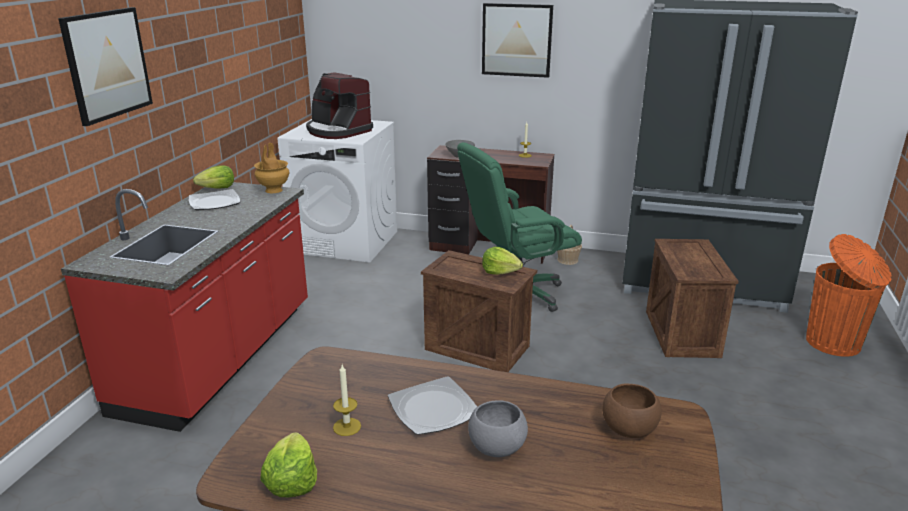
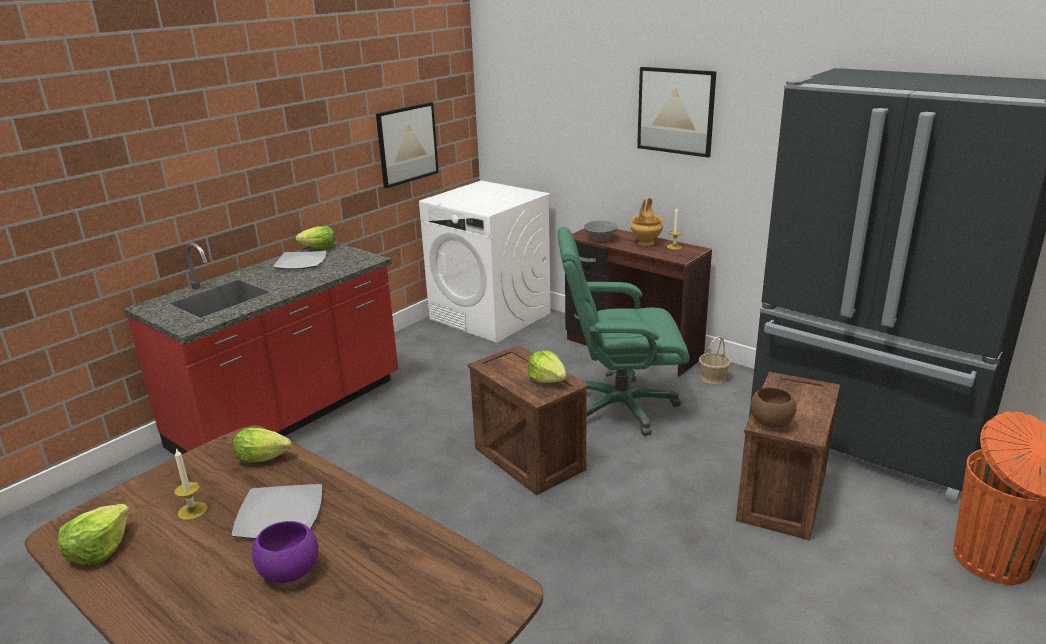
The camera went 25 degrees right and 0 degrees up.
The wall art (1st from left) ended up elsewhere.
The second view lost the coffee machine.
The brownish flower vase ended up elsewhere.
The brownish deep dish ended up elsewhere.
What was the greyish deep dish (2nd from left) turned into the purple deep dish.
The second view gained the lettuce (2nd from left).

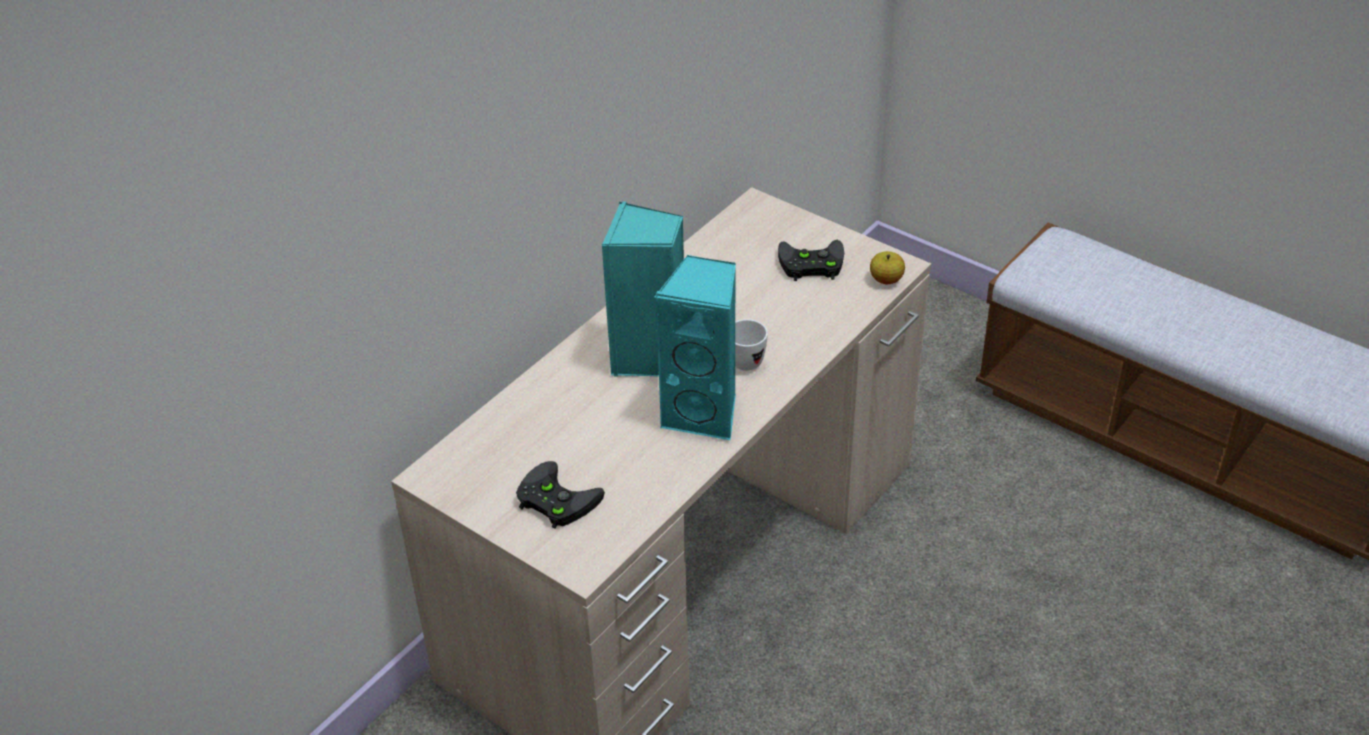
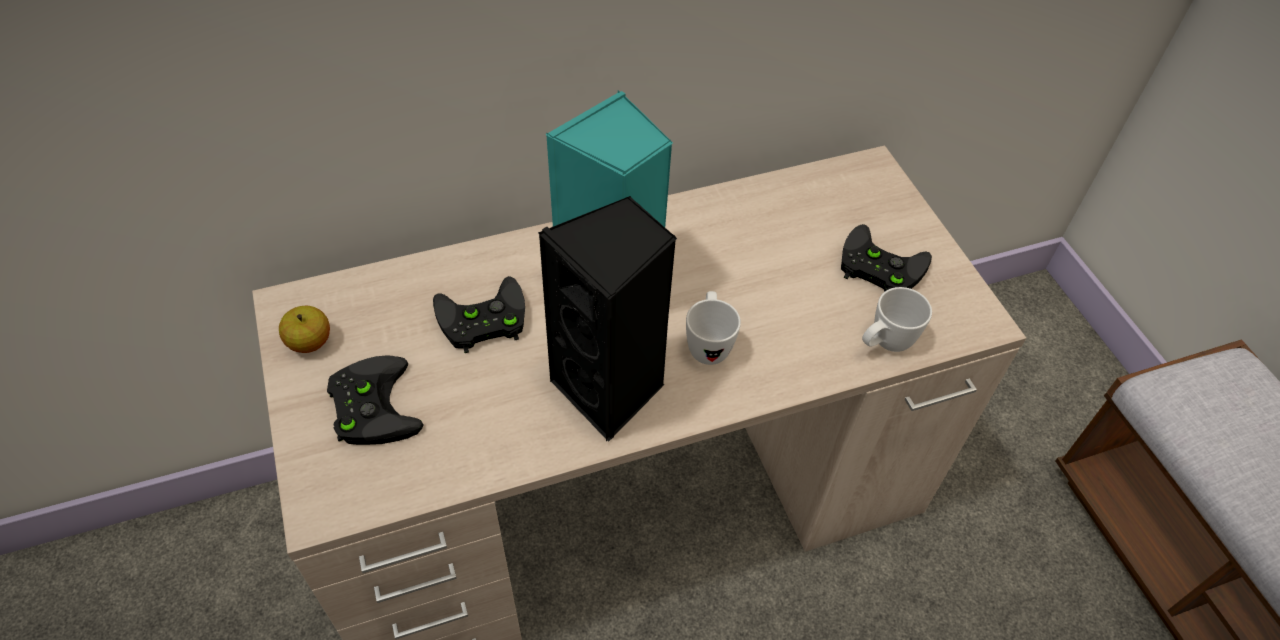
The camera went 30 degrees right and 10 degrees up.
The apple fruit ended up elsewhere.
What was the turquoise-coloured loudspeaker (2nd from left) turned into the blackish loudspeaker.
The second view gained the blackish gamepad (2nd from left).
The second view gained the whitish coffee mug (2nd from left).

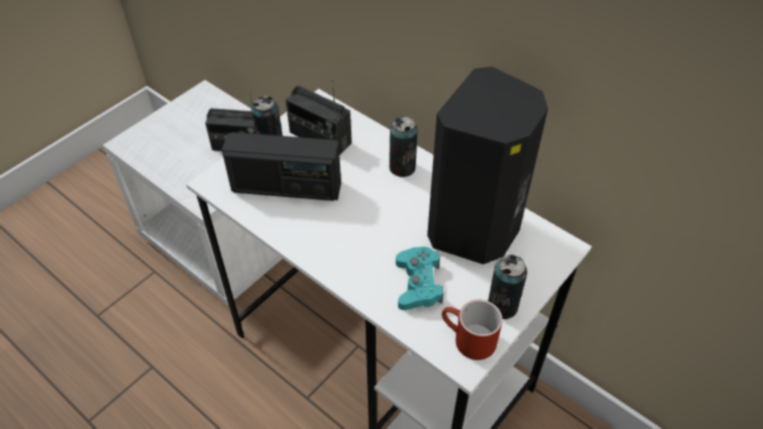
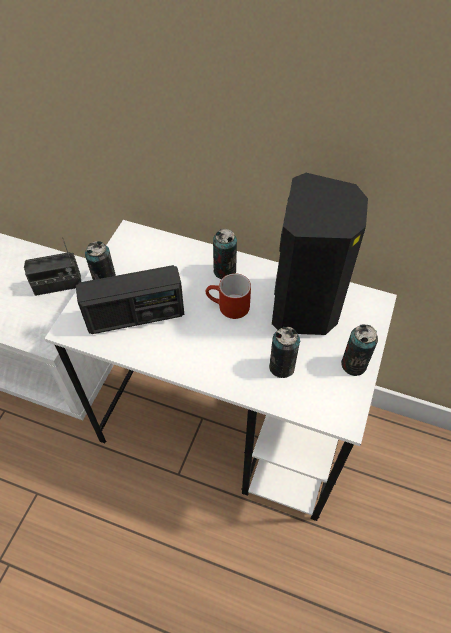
The camera went 20 degrees left and 5 degrees up.
The second view lost the radio (3rd from left).
Where the turquoise-coloured gamepad stood, the can (3rd from left) came to stand.
The red-coloured coffee mug ended up elsewhere.

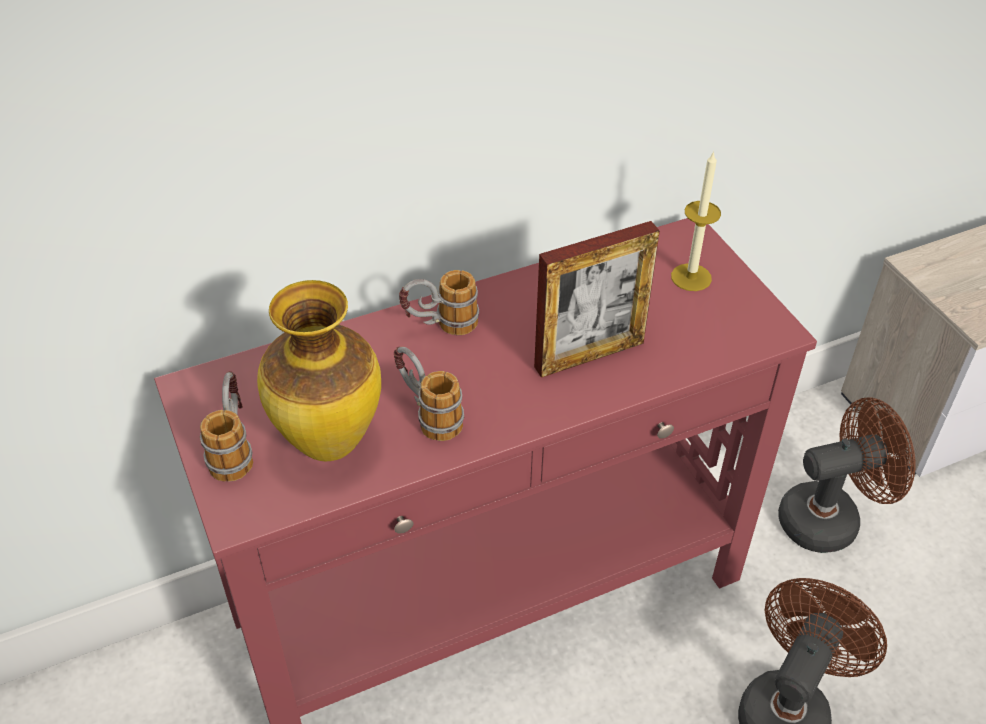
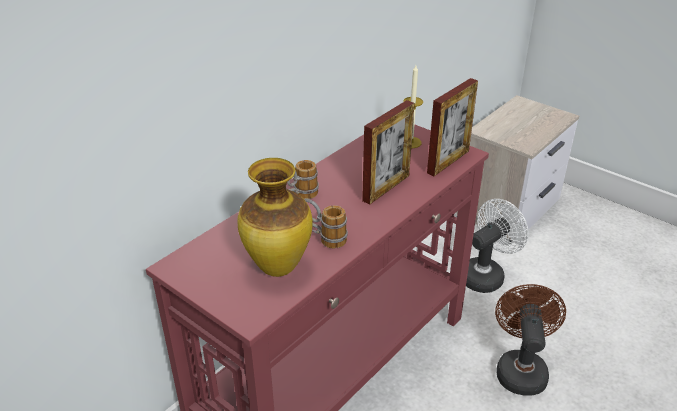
The camera went 25 degrees left and 10 degrees down.
The second view lost the coffee mug (1st from left).
What was the brownish fan (2nd from left) turned into the whitish fan.
The second view gained the picture frame (2nd from left).

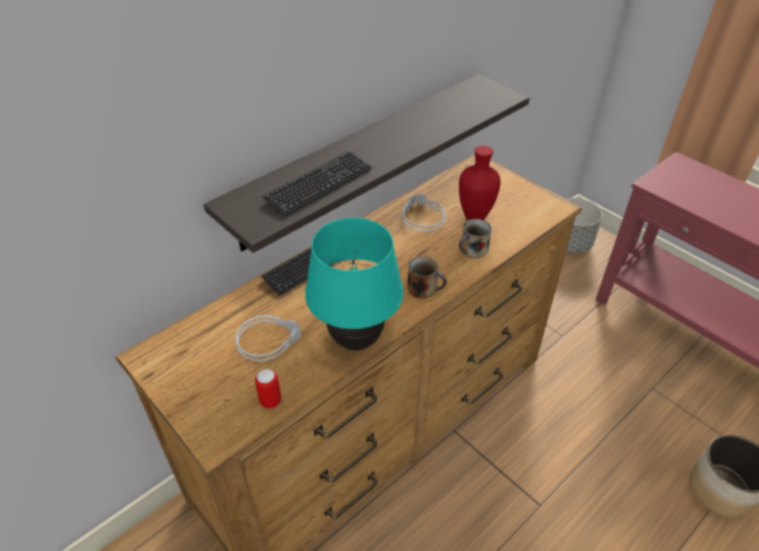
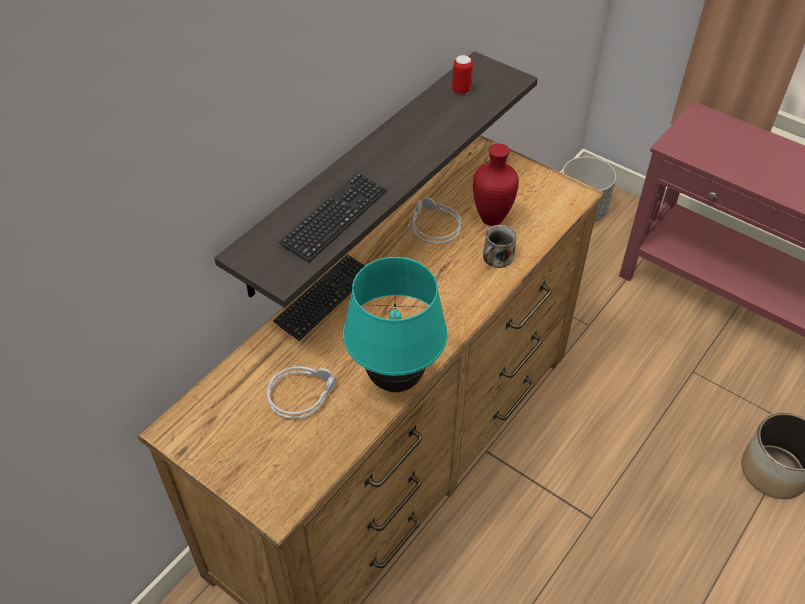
The camera went 10 degrees left and 5 degrees up.
The second view lost the coffee mug (1st from left).
The can ended up elsewhere.

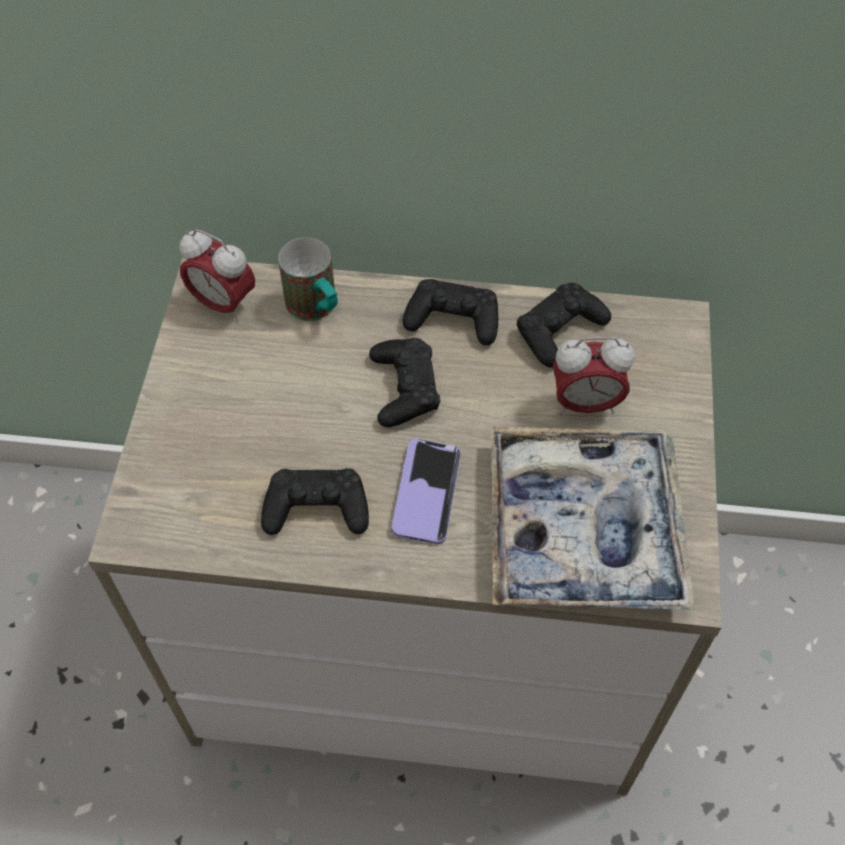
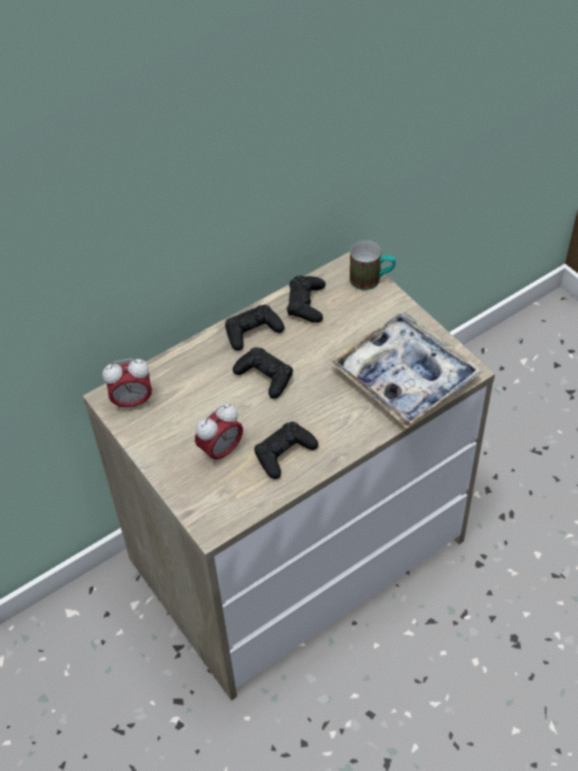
The camera went 40 degrees left and 5 degrees down.
The coffee mug ended up elsewhere.
The alarm clock (2nd from left) ended up elsewhere.
The second view lost the telephone.

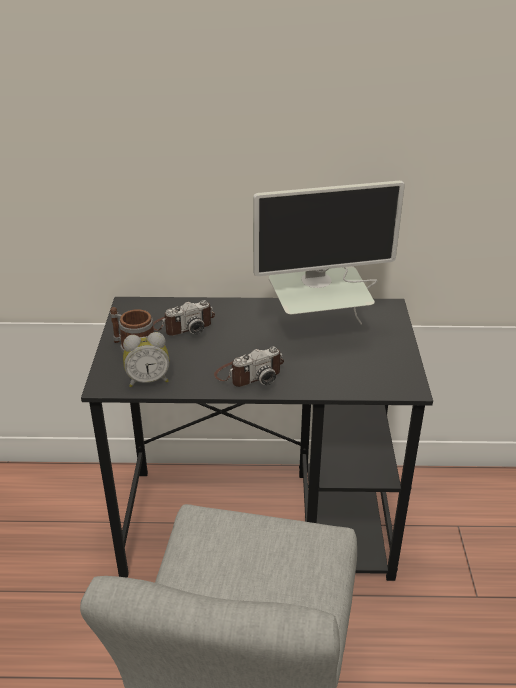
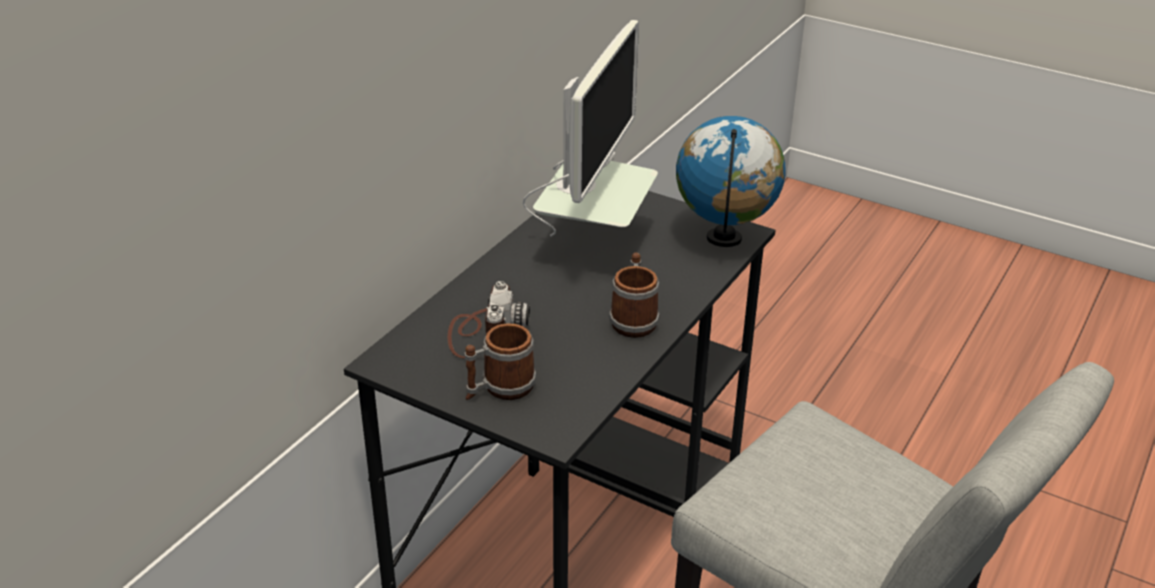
The camera went 60 degrees left and 0 degrees up.
The second view lost the alarm clock.
Where the still camera (2nd from left) stood, the coffee mug (2nd from left) came to stand.
The second view gained the desk globe.

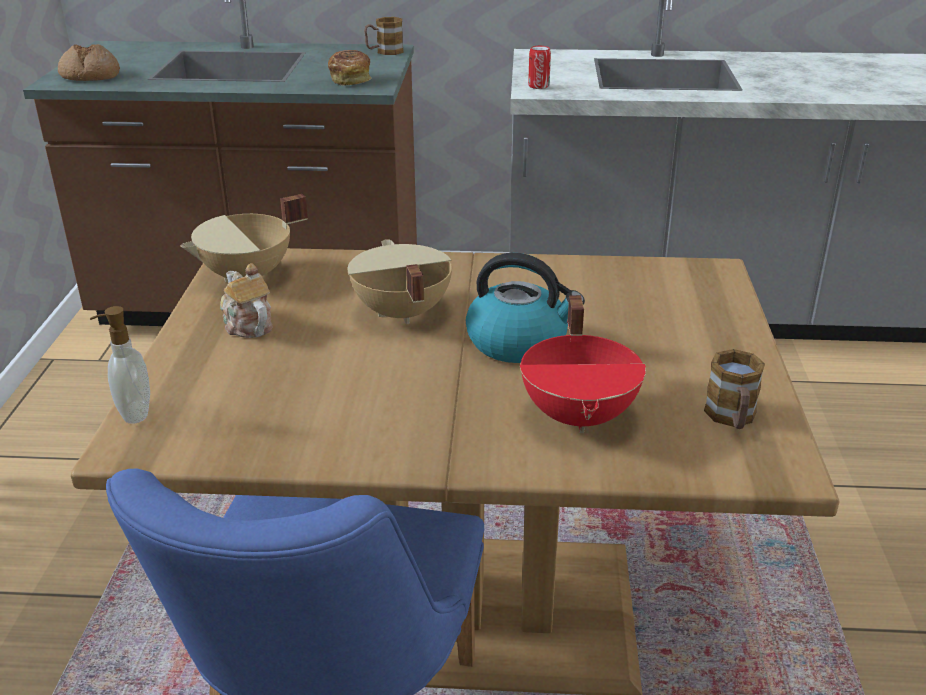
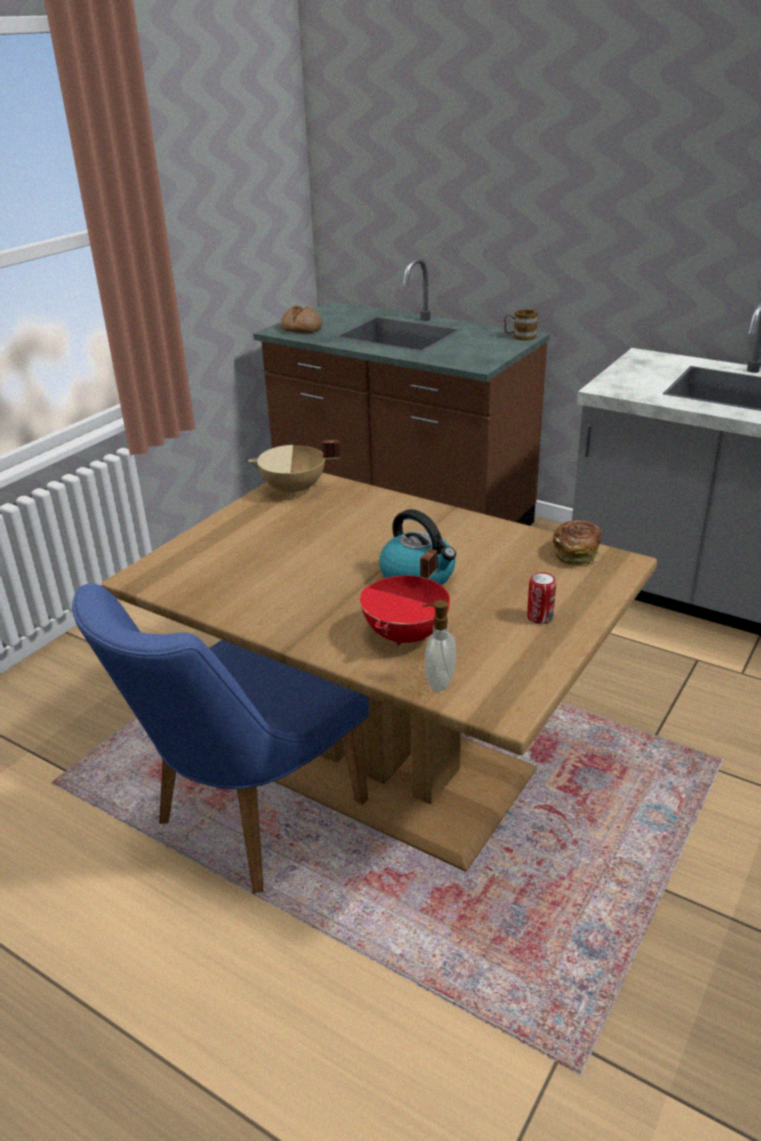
The camera went 30 degrees right and 0 degrees up.
The can ended up elsewhere.
The bread (2nd from left) ended up elsewhere.
The second view lost the beige saucepot (2nd from left).
The second view lost the tea pot.
The soap bottle ended up elsewhere.
The second view lost the coffee mug (2nd from left).

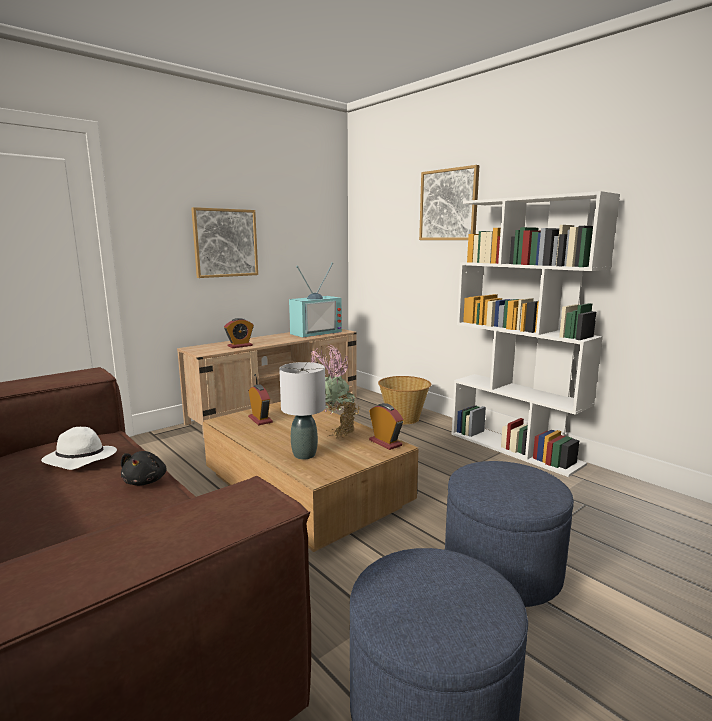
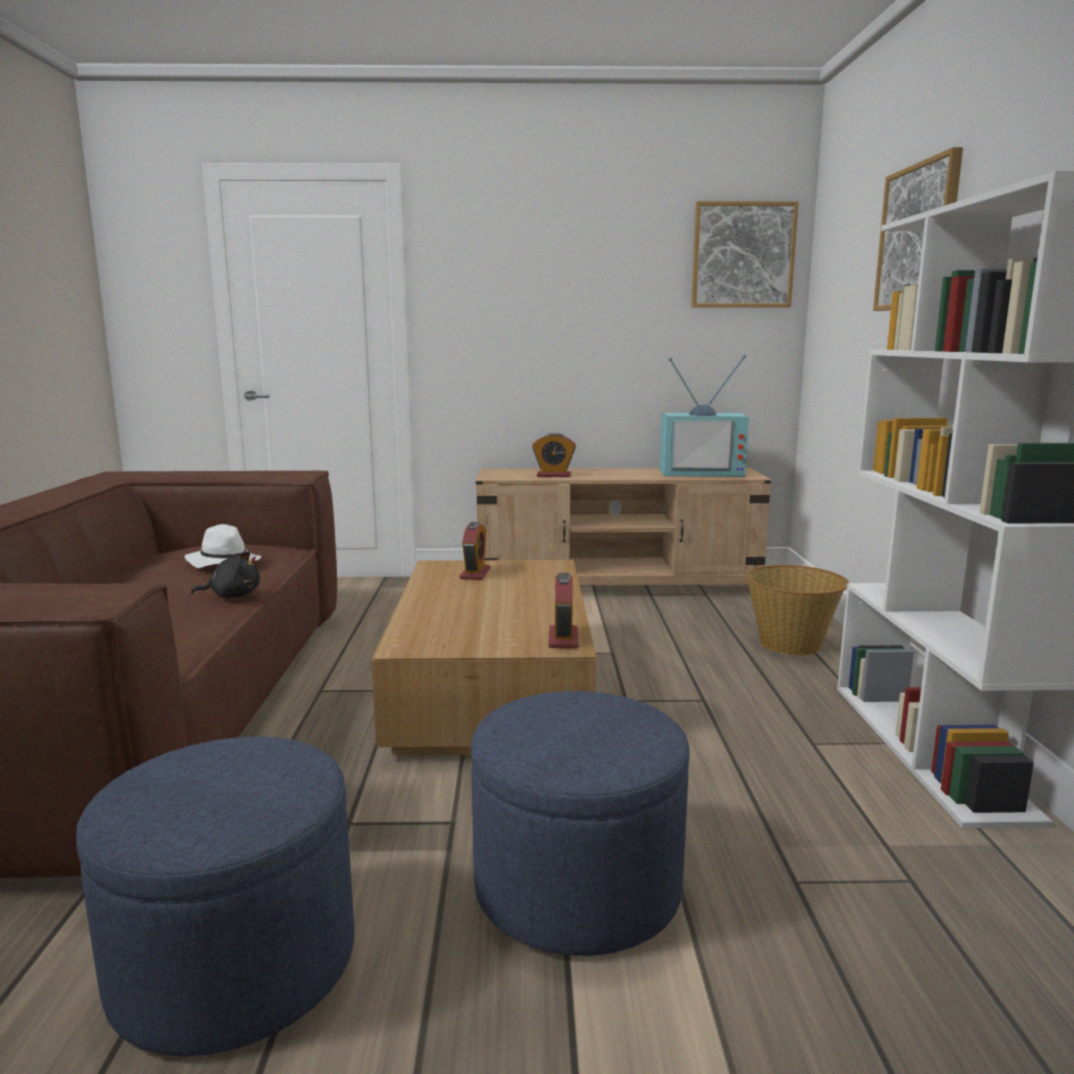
The camera went 40 degrees right and 0 degrees up.
The wall art (1st from left) ended up elsewhere.
The second view lost the houseplant.
The second view lost the greyish table lamp.
The blackish plush toy ended up facing another way, 135 degrees counterclockwise from before.

